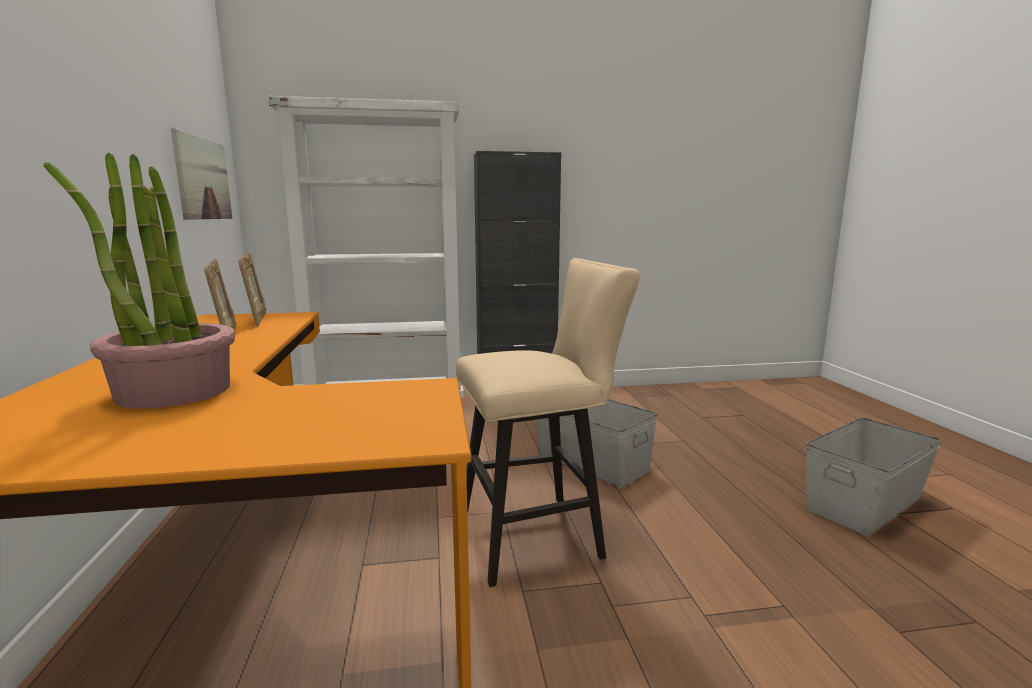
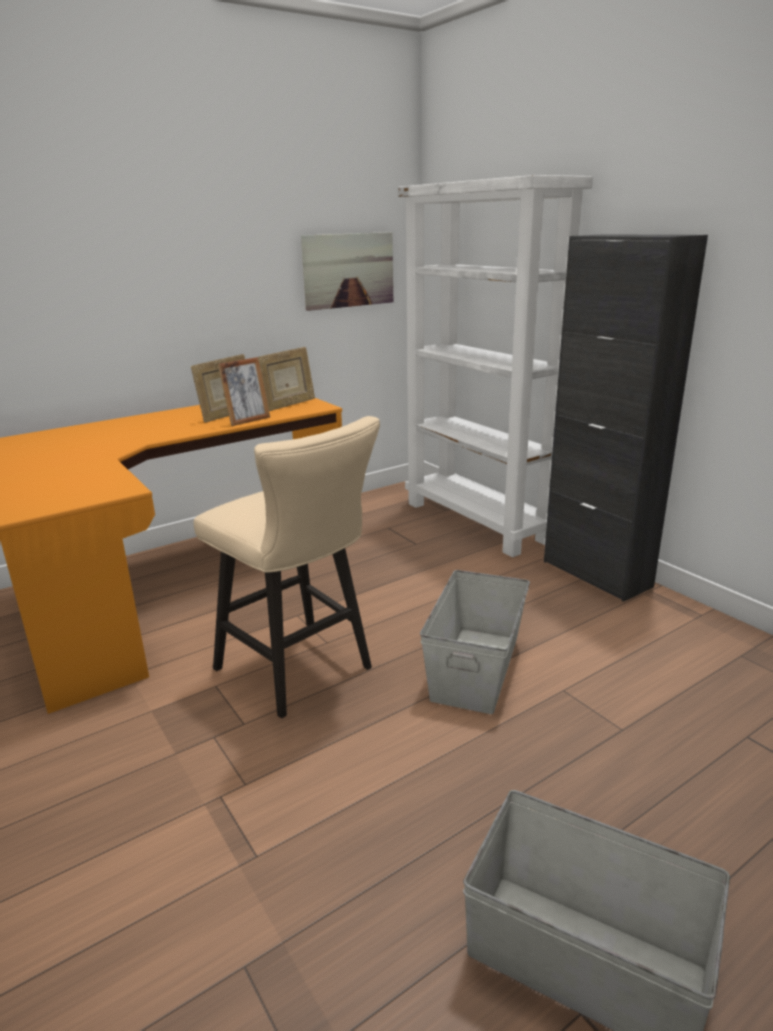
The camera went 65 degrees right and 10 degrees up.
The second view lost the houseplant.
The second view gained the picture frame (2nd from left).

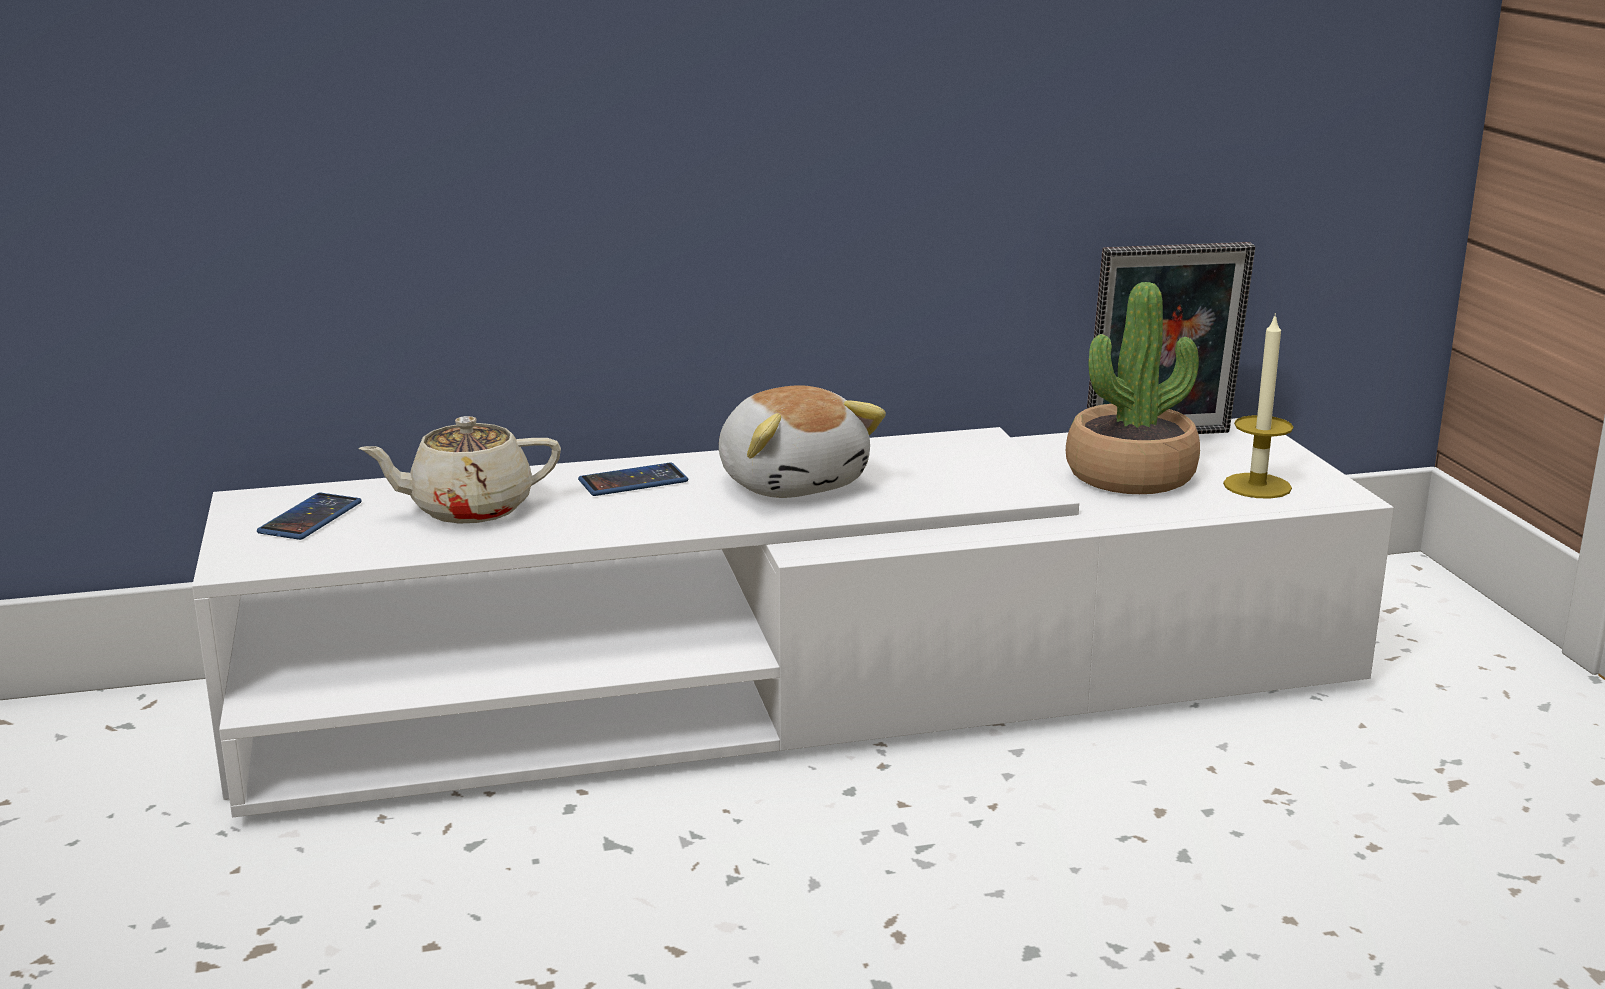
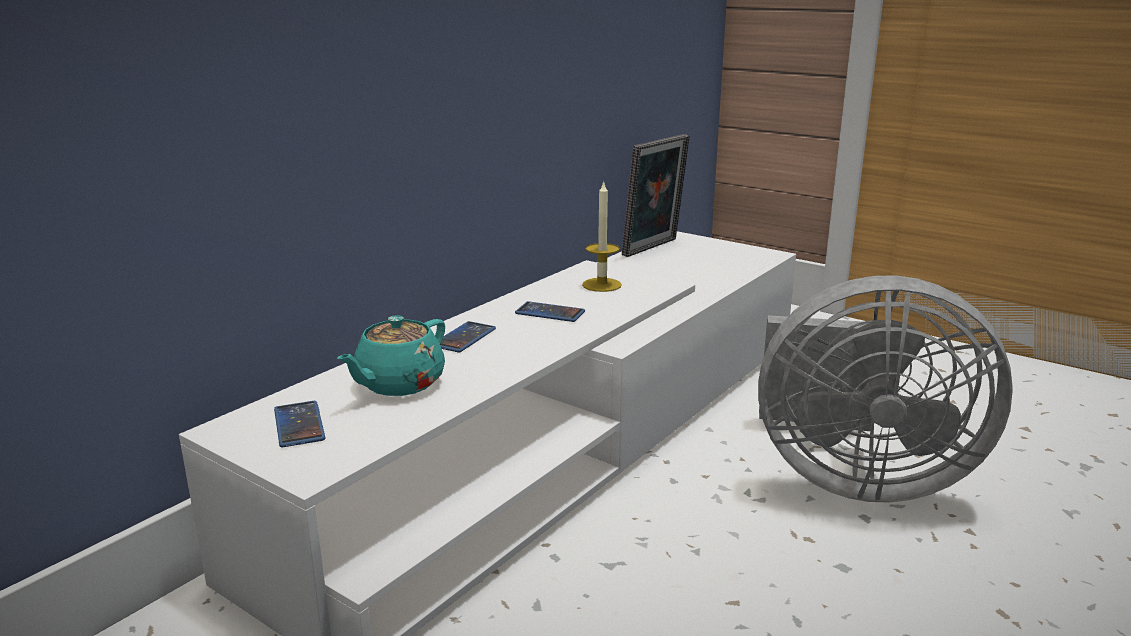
The camera went 40 degrees left and 0 degrees up.
The second view lost the houseplant.
The candle ended up elsewhere.
Where the plush toy stood, the telephone (3rd from left) came to stand.
What was the beige tea pot turned into the turquoise-coloured tea pot.
The second view gained the greyish fan.

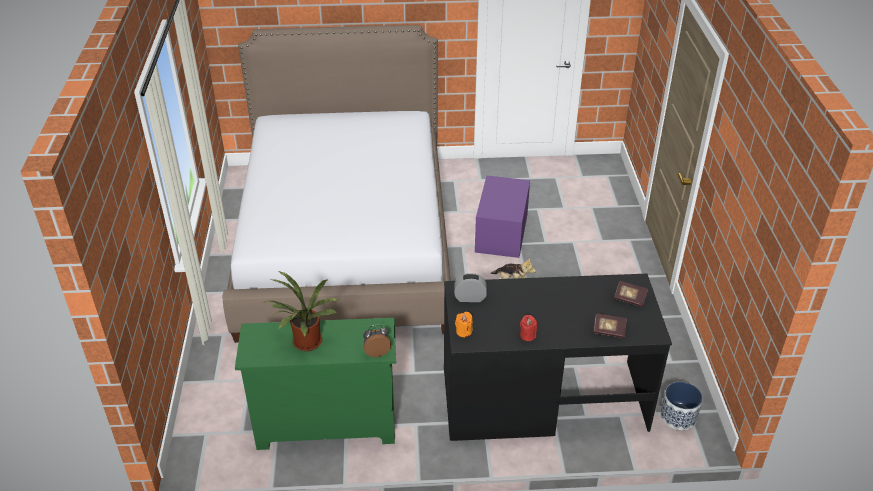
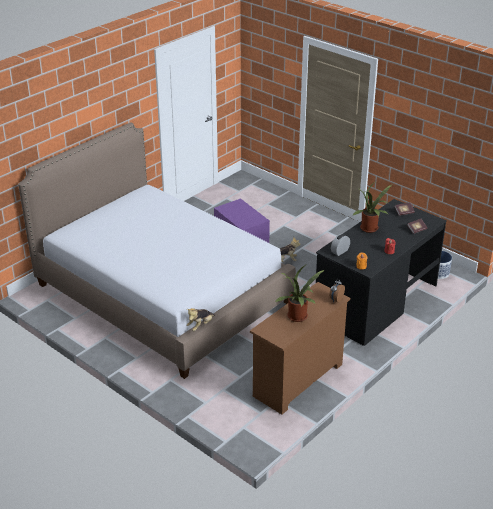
The camera went 45 degrees left and 5 degrees down.
What was the greenish drawer chest turned into the brownish drawer chest.
The second view gained the houseplant (2nd from left).
The second view gained the plush toy (1st from left).

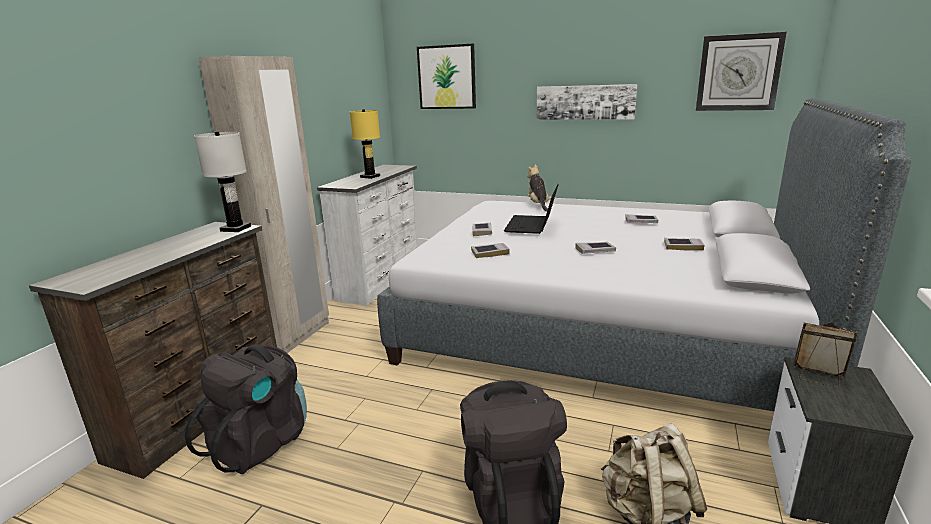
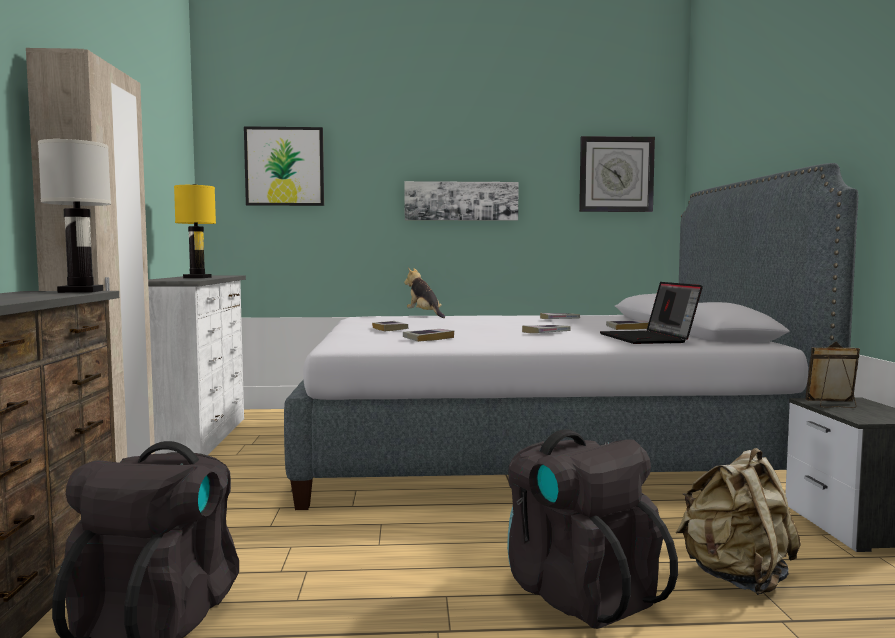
The camera went 25 degrees left and 15 degrees down.
The notebook computer ended up elsewhere.

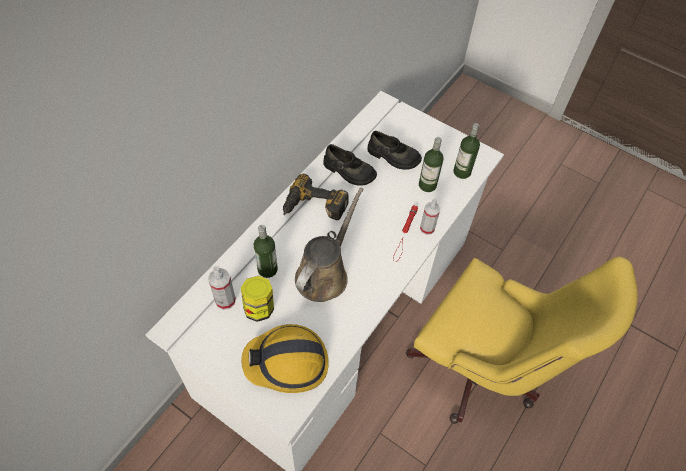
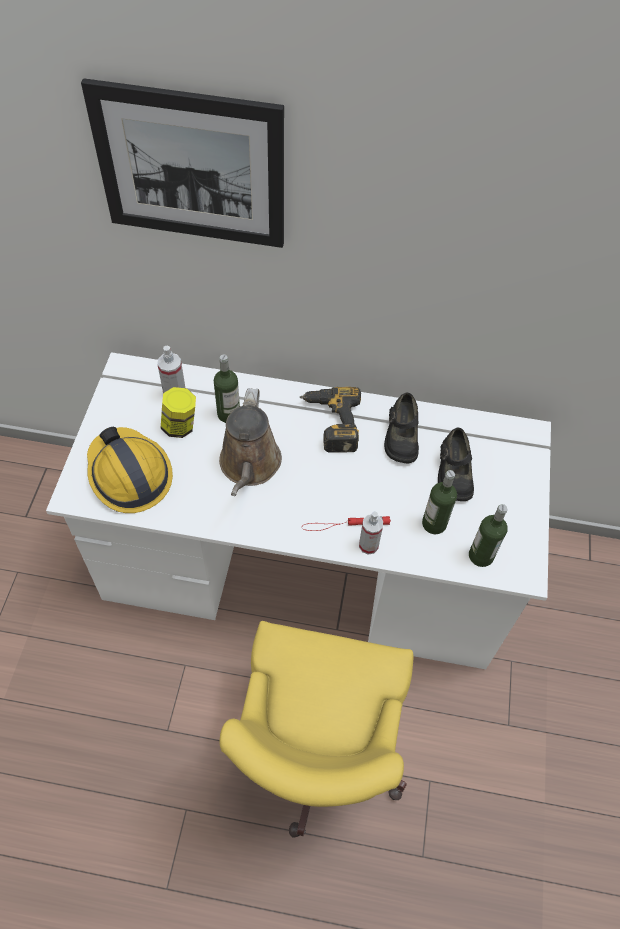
The camera went 65 degrees right and 0 degrees up.
The brownish sprinkling can ended up facing another way, 90 degrees clockwise from before.
The second view gained the wall art.

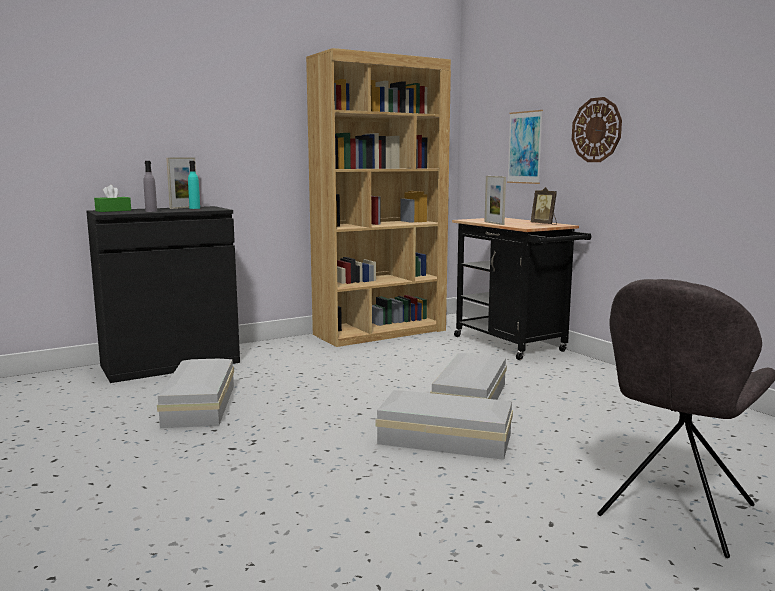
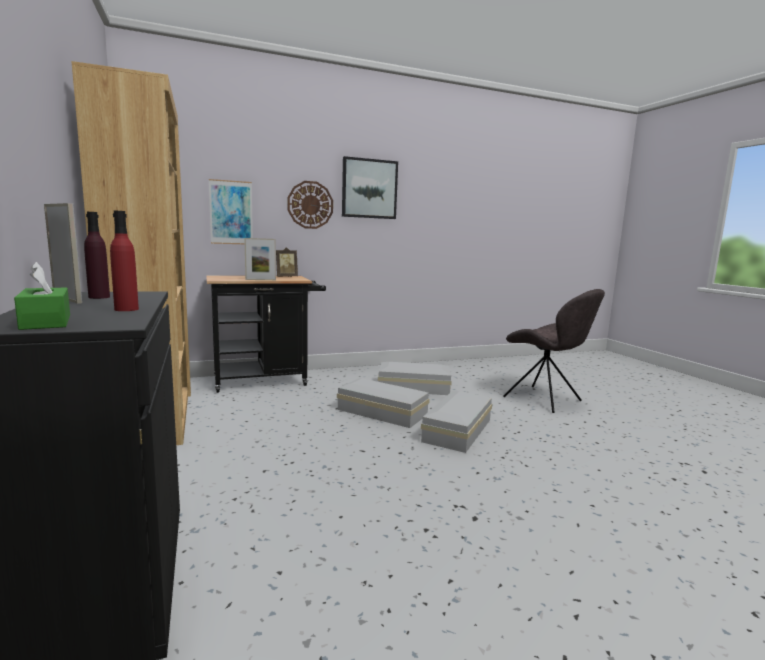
The camera went 80 degrees left and 0 degrees up.
What was the greyish drink bottle turned into the red-coloured drink bottle.
What was the turquoise-coloured drink bottle turned into the purple drink bottle.
The whitish storage container (1st from left in the first image) ended up elsewhere.
The second view gained the wall art (2nd from left).

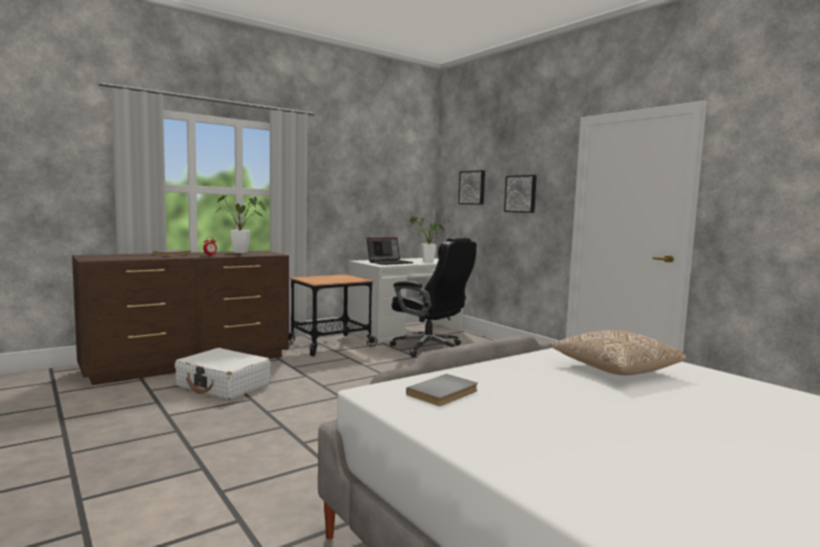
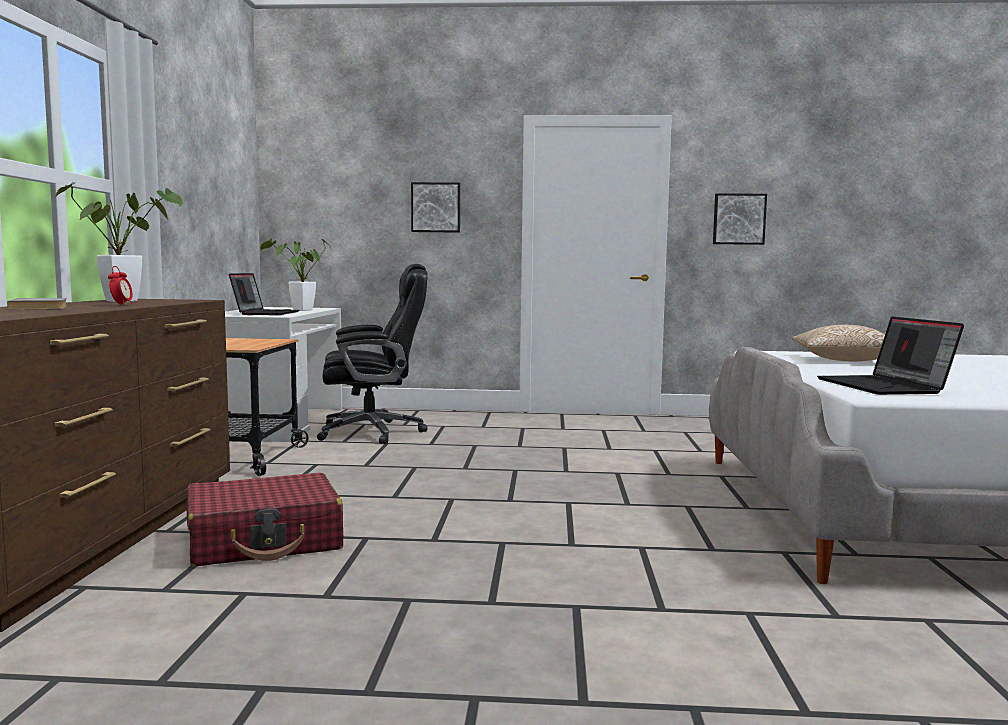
The camera went 50 degrees left and 0 degrees up.
The wall art (1st from left in the first image) ended up elsewhere.
What was the whitish suitcase turned into the red-coloured suitcase.
Where the greyish volume (2nd from left) stood, the notebook computer (2nd from left) came to stand.

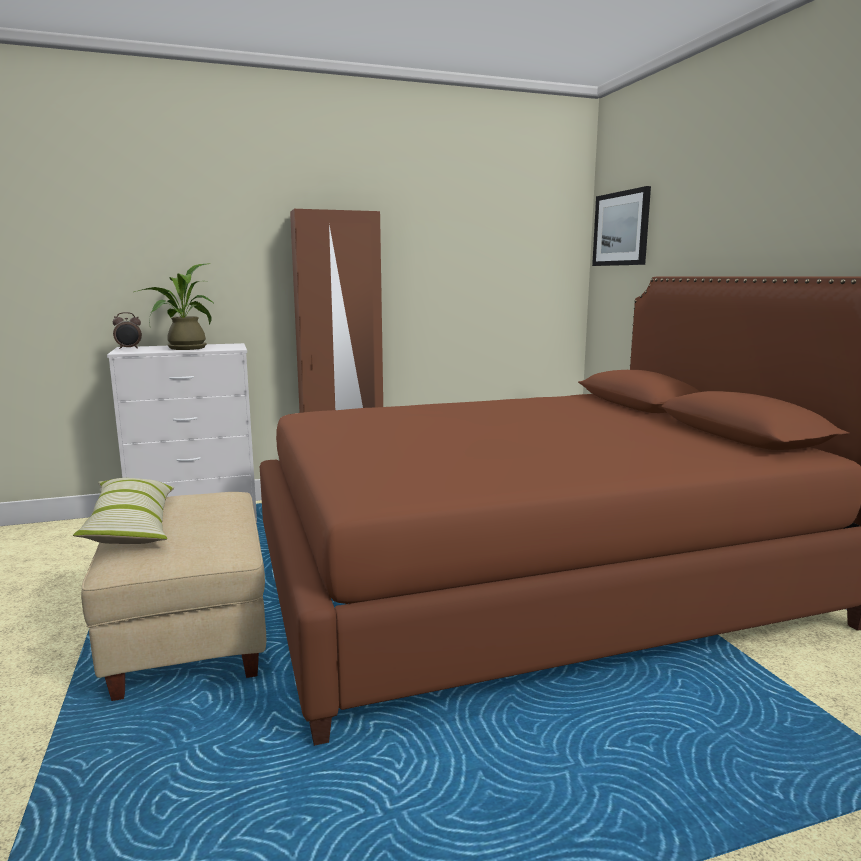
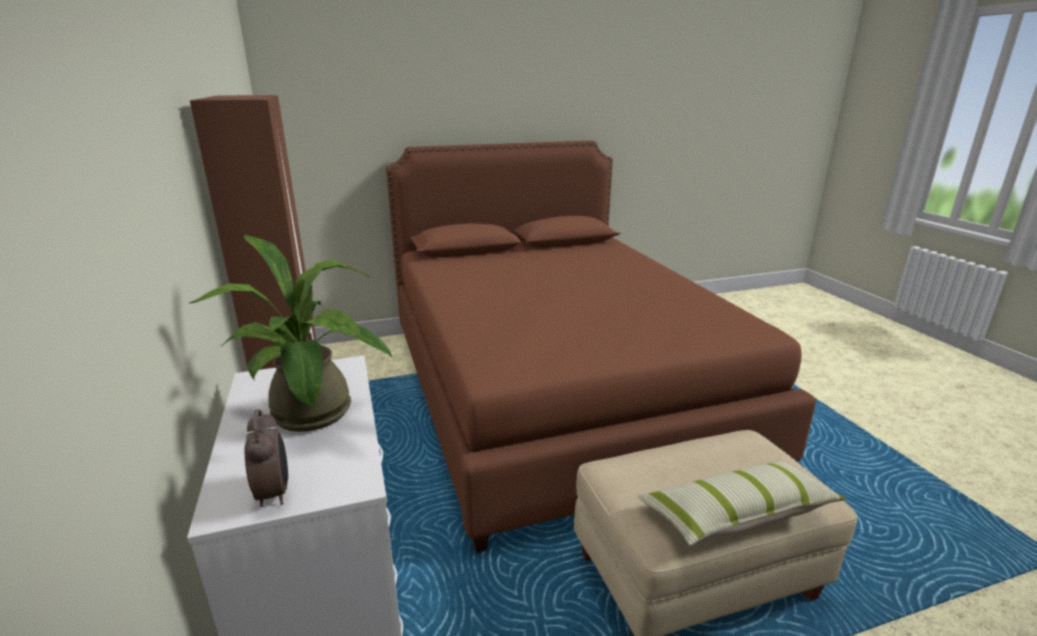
The camera went 90 degrees left and 10 degrees up.
The second view lost the wall art.

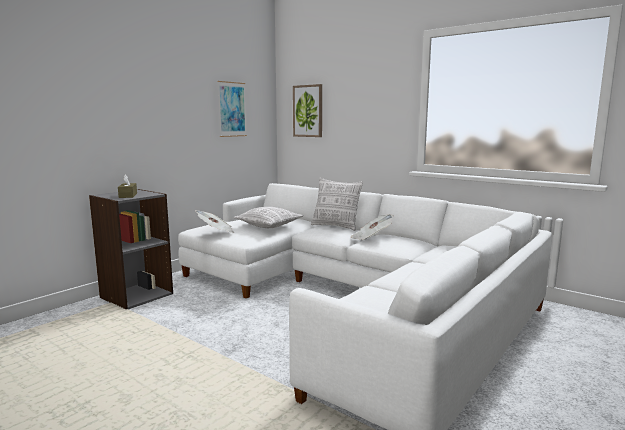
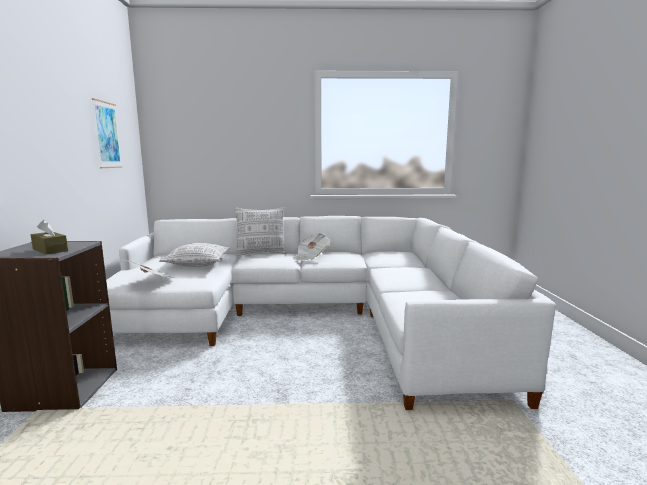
The camera went 40 degrees left and 0 degrees up.
The second view lost the wall art (2nd from left).

